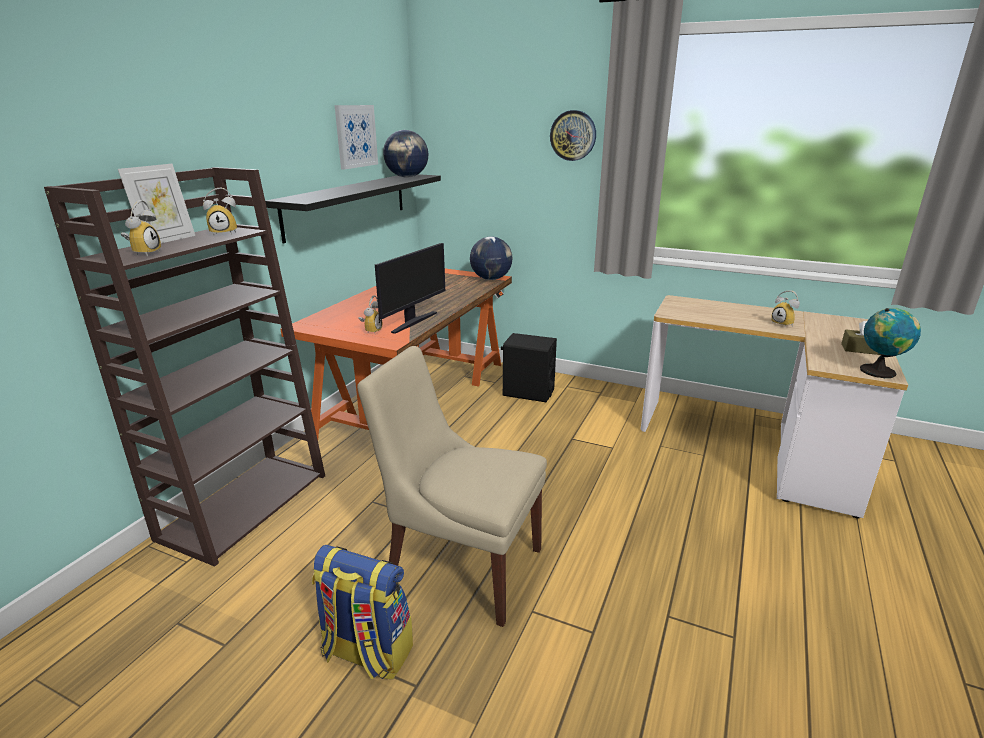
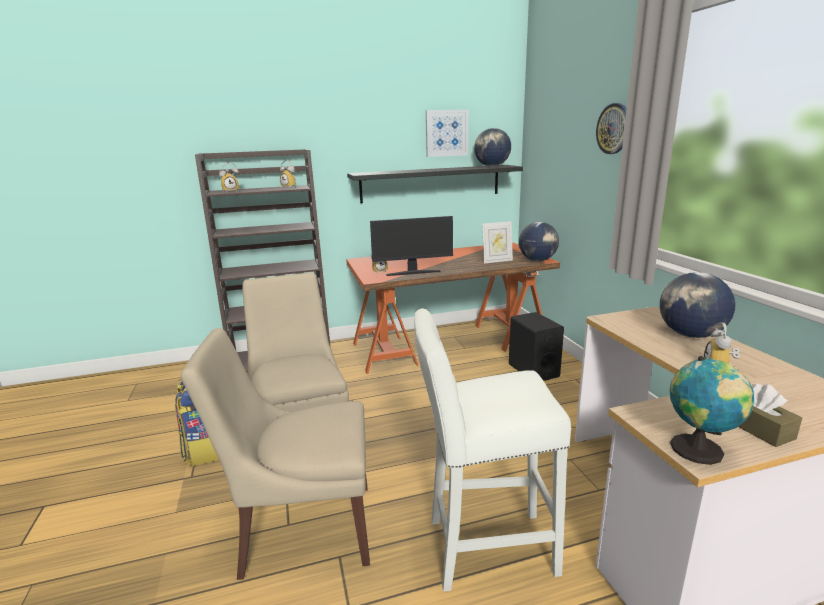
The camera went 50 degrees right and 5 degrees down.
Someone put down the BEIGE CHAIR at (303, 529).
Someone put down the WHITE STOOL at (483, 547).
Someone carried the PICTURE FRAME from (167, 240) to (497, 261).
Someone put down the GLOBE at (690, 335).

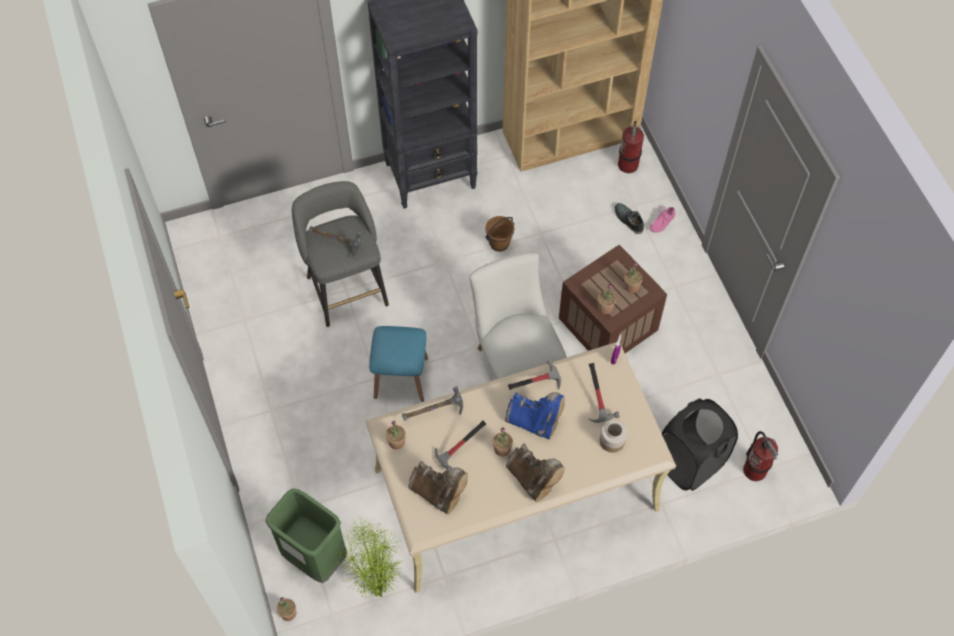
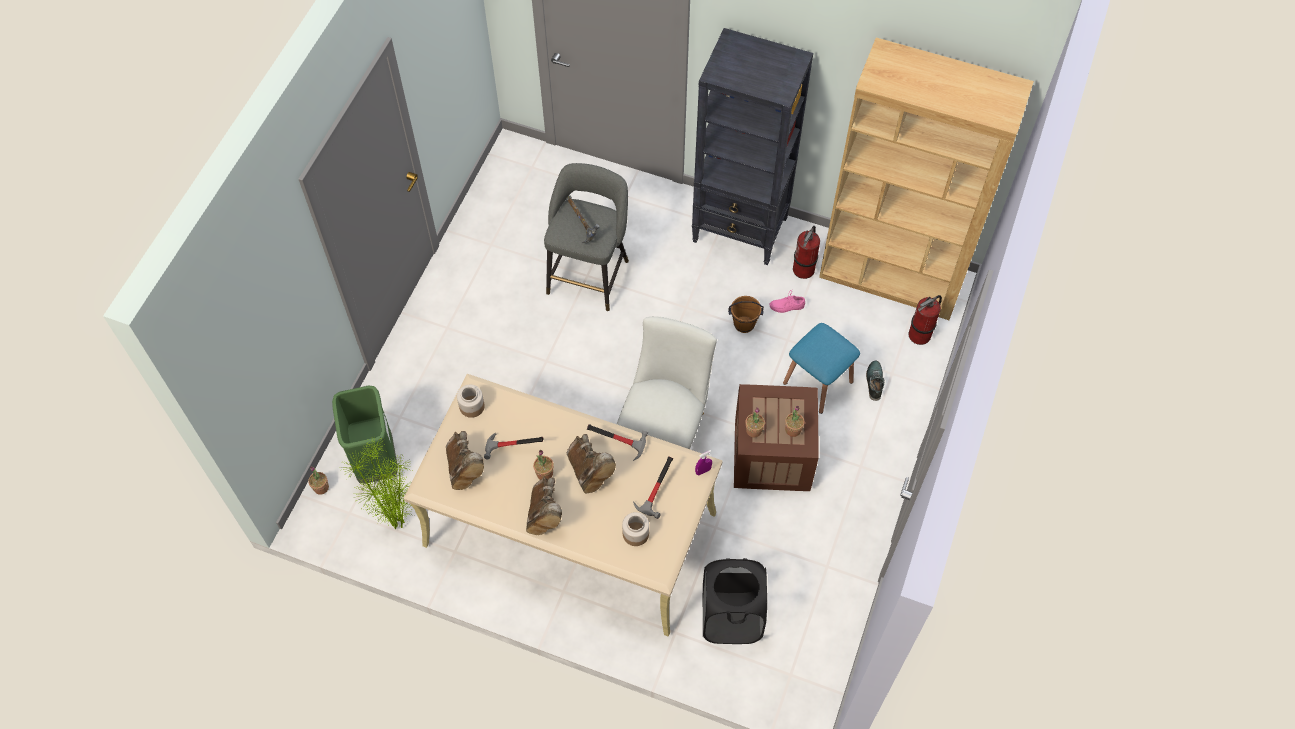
The camera went 40 degrees right and 0 degrees up.
Someone swapped the POTTED PLANT at (396, 442) for the JAR at (472, 407).
Someone repainted the BLUE BOOT at (535, 422), which became the BROWN BOOT at (589, 472).
Someone carried the PINK SHOE from (661, 222) to (786, 305).
Someone carried the BLUE STOOL from (401, 377) to (818, 382).
Someone carried the FIRE EXTINGUISHER from (755, 470) to (804, 269).
Someone took away the HAMMER at (434, 413).

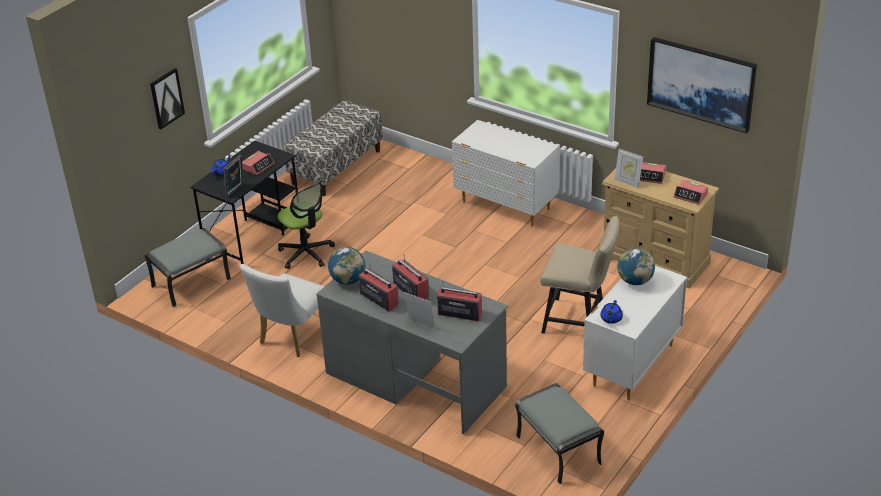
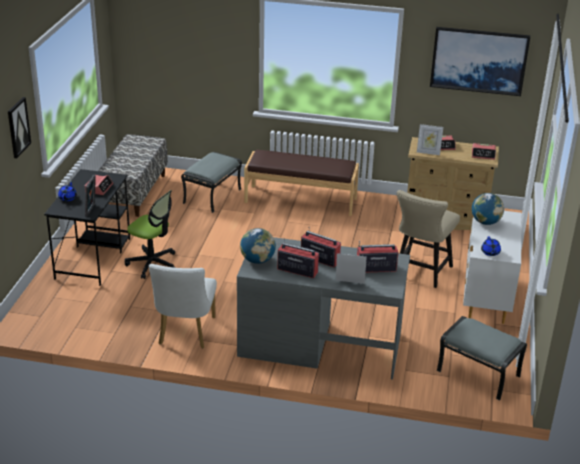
The camera went 25 degrees left and 5 degrees down.
Someone carried the GREY OTTOMAN from (191, 282) to (212, 196).
Someone swapped the WHITE DRESSER at (506, 206) for the BROWN BENCH at (300, 200).
Someone rotated the BEIGE CHAIR at (578, 321) by 120 degrees clockwise.

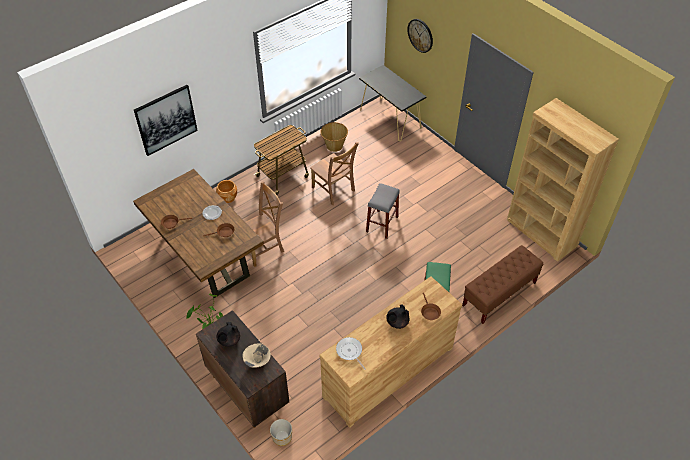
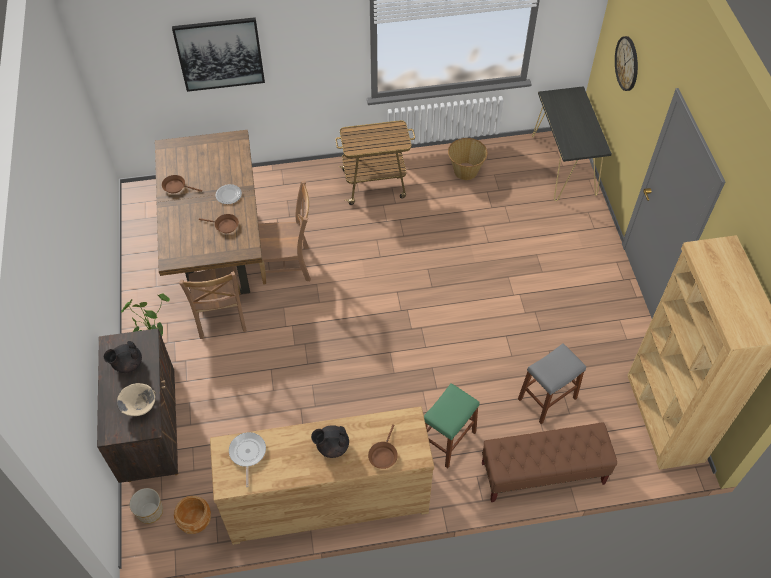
The camera went 30 degrees right and 5 degrees up.
Someone carried the BROWN PLANTER from (228, 198) to (195, 521).
Someone carried the BROWN CHAIR from (334, 190) to (221, 317).
Someone carried the GREY STOOL from (382, 224) to (547, 399).

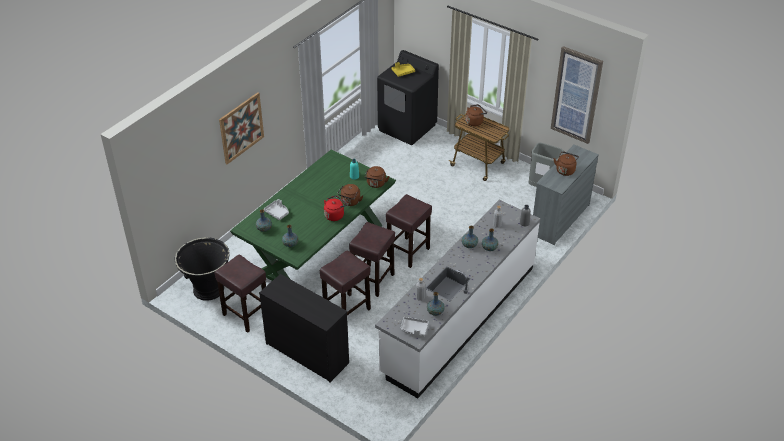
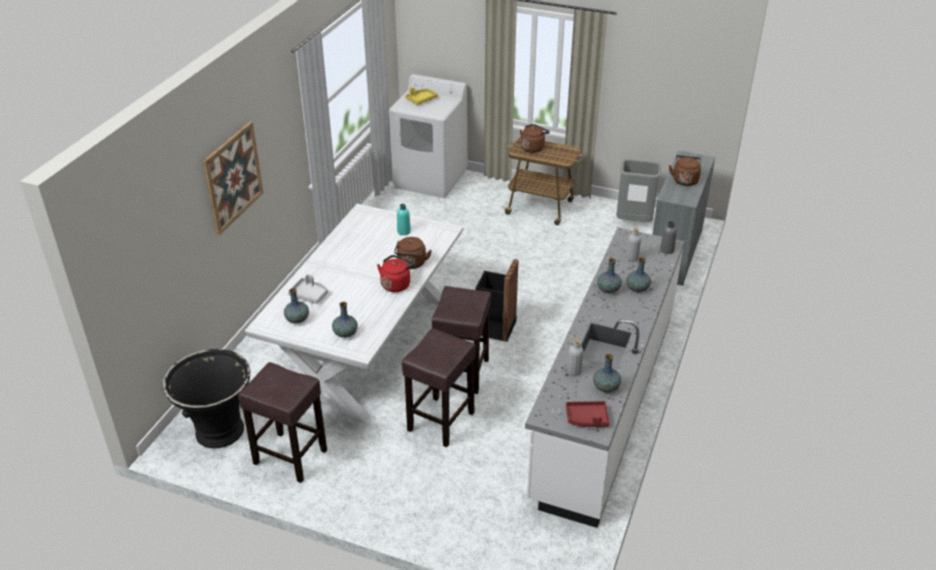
The camera went 15 degrees left and 5 degrees down.
Someone repainted the GREEN DINING TABLE at (318, 249), which became the WHITE DINING TABLE at (367, 345).
Someone repainted the BLACK WASHING MACHINE at (407, 127), which became the WHITE WASHING MACHINE at (430, 179).
Someone swapped the BROWN STOOL at (408, 252) for the BLACK TRASH CAN at (495, 328).
Someone repainted the GREY TRAY at (414, 329), which became the RED TRAY at (587, 419).
Someone took away the BLACK DRESSER at (307, 353).
Someone took away the BROWN KETTLE at (376, 184).
Someone took away the PICTURE at (576, 95).

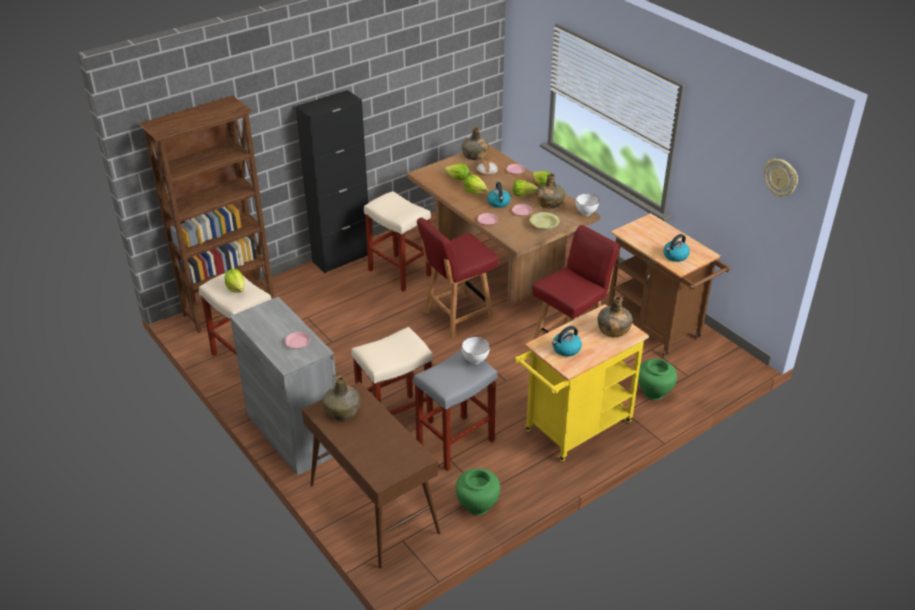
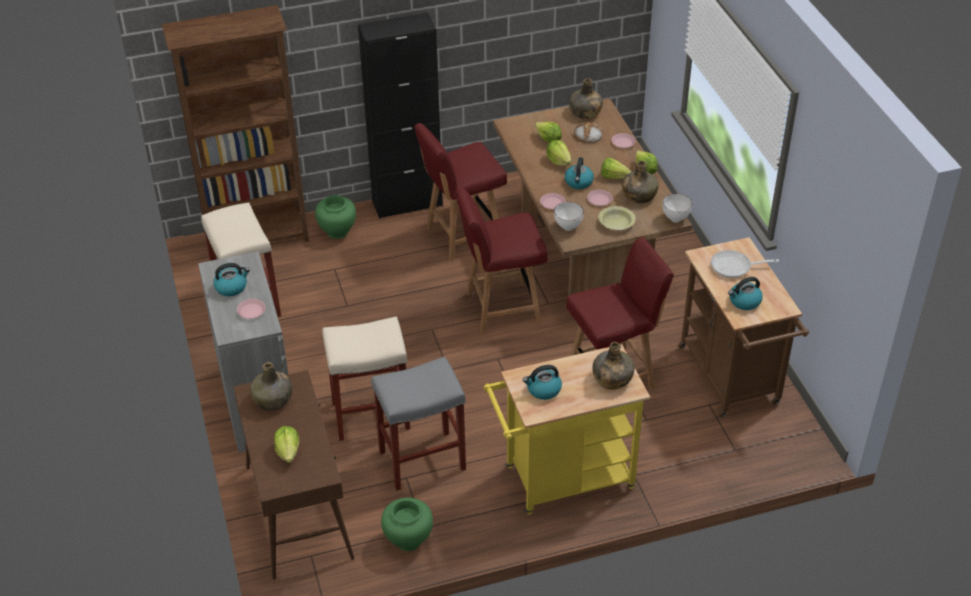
The camera went 20 degrees right and 5 degrees up.
Someone put down the KETTLE at (231, 287).
Someone carried the LETTUCE from (236, 288) to (288, 451).
Someone carried the GREEN VASE from (654, 393) to (337, 232).
Someone swapped the BEIGE STOOL at (398, 272) for the RED CHAIR at (462, 236).
Someone carried the WHITE BOWL from (475, 361) to (568, 228).
Someone put down the FRYING PAN at (734, 267).
Someone took away the WALL CLOCK at (781, 177).

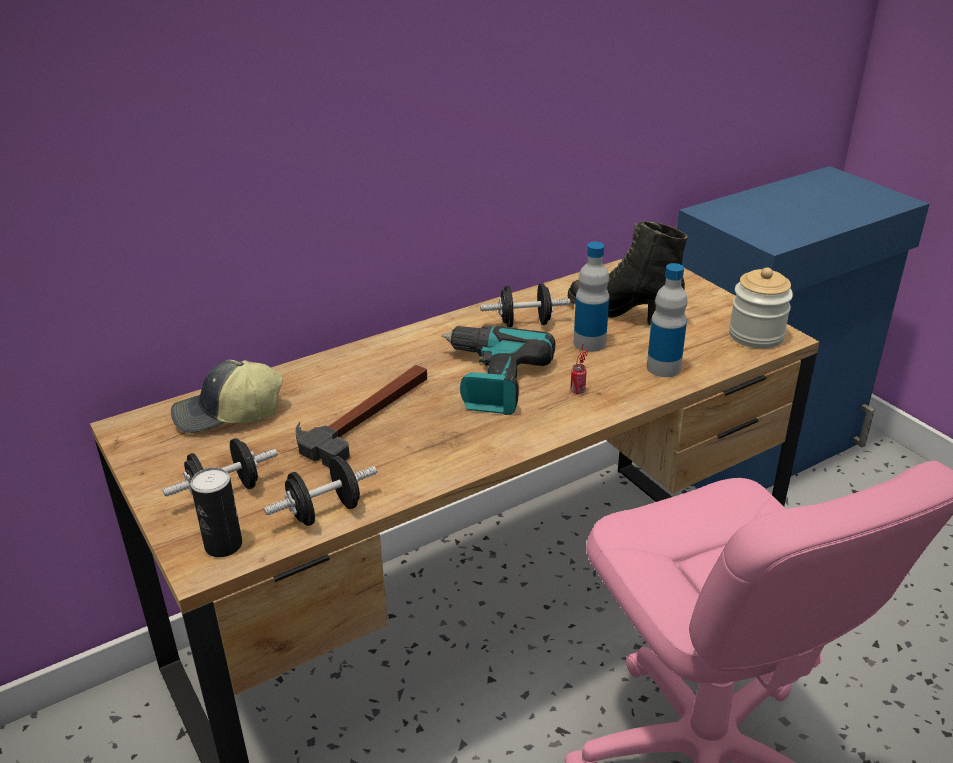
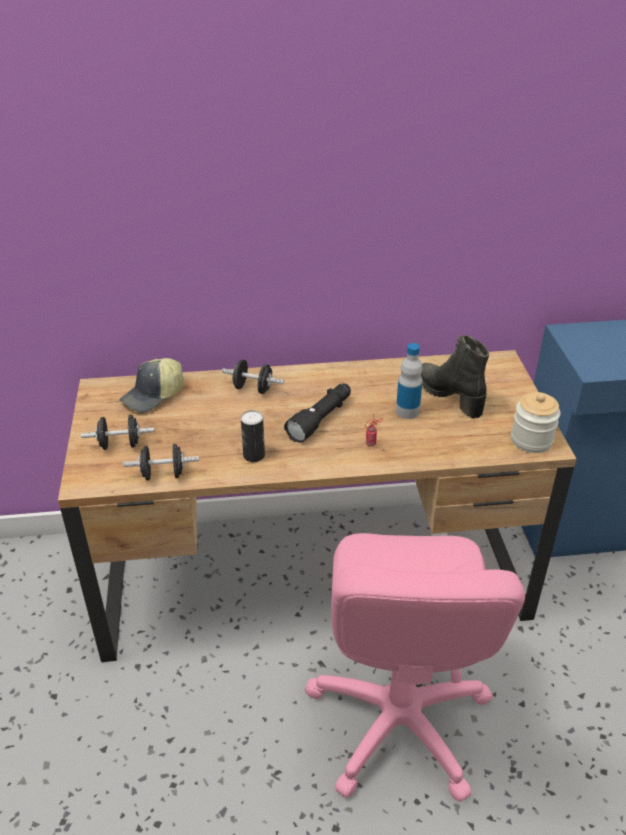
The camera went 25 degrees right and 5 degrees up.
Someone rotated the CAP at (228, 414) by 60 degrees counterclockwise.
Someone carried the BLACK DUMBBELL from (525, 323) to (253, 388).
Someone carried the CAN from (223, 545) to (254, 455).
Someone swapped the POWER DRILL at (490, 380) for the BLACK FLASHLIGHT at (321, 419).
Someone took away the HAMMER at (367, 416).
Someone took away the BOTTLE at (663, 368).

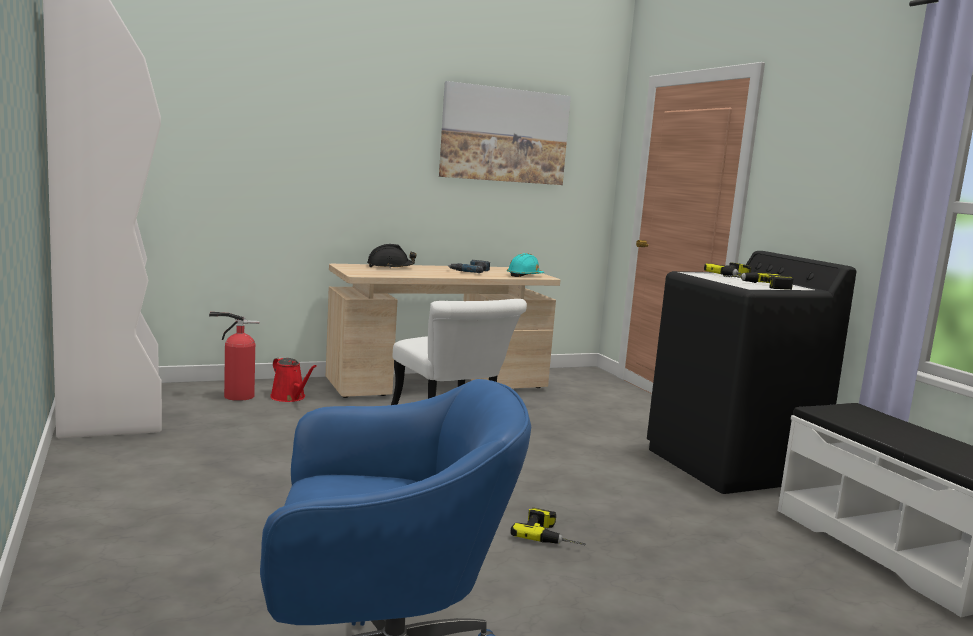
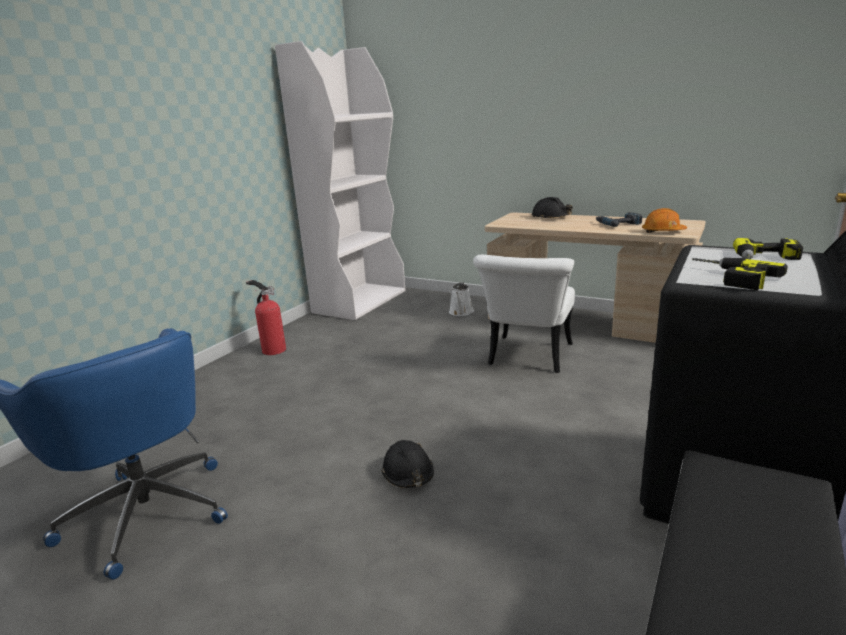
The camera went 55 degrees right and 10 degrees up.
Someone carried the FIRE EXTINGUISHER from (235, 396) to (272, 349).
Someone swapped the POWER DRILL at (551, 535) for the BLACK HARD HAT at (408, 473).
Someone repainted the RED WATERING CAN at (290, 397), which became the WHITE WATERING CAN at (461, 312).
Someone repainted the TURQUOISE HARD HAT at (524, 276), which became the ORANGE HARD HAT at (663, 231).
Someone took away the PICTURE at (504, 135).

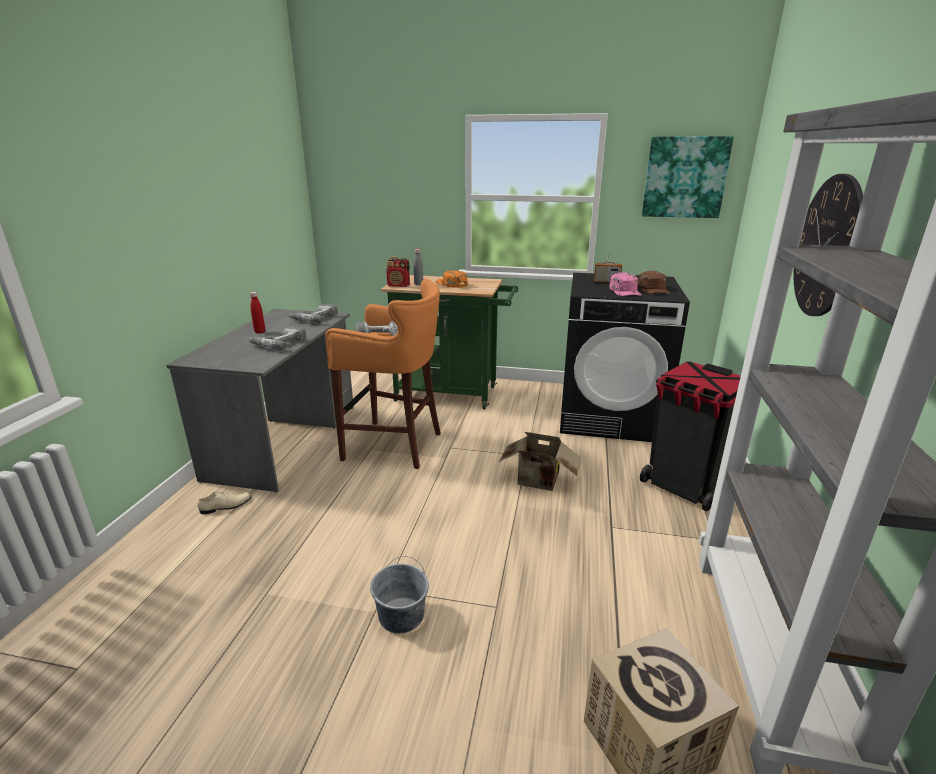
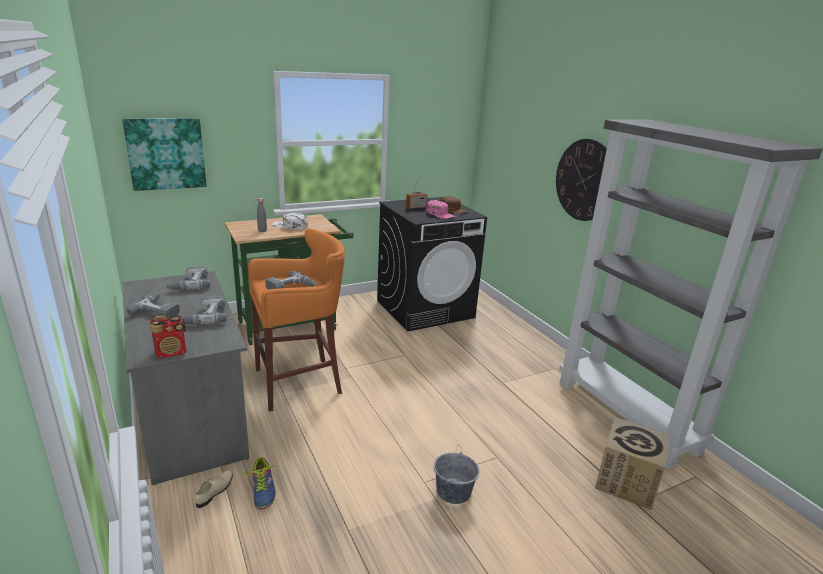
The camera went 40 degrees left and 0 degrees up.
Someone carried the PICTURE from (685, 177) to (166, 153).
Someone swapped the RED BOTTLE at (260, 332) for the POWER DRILL at (160, 310).
Someone carried the RADIO from (398, 286) to (171, 352).
Someone put down the SHOE at (263, 489).
Someone repainted the ORANGE CAP at (451, 284), which became the WHITE CAP at (290, 226).
Someone took away the CARDBOARD BOX at (539, 482).
Someone took away the BLACK TRASH CAN at (683, 488).

